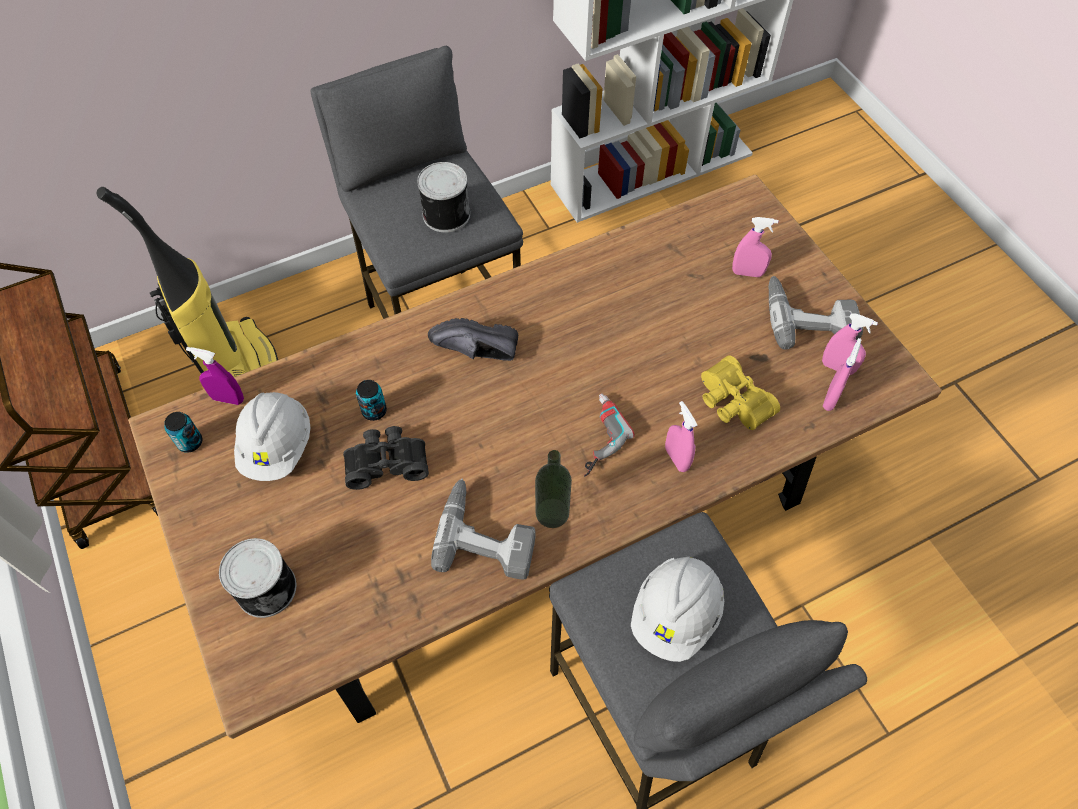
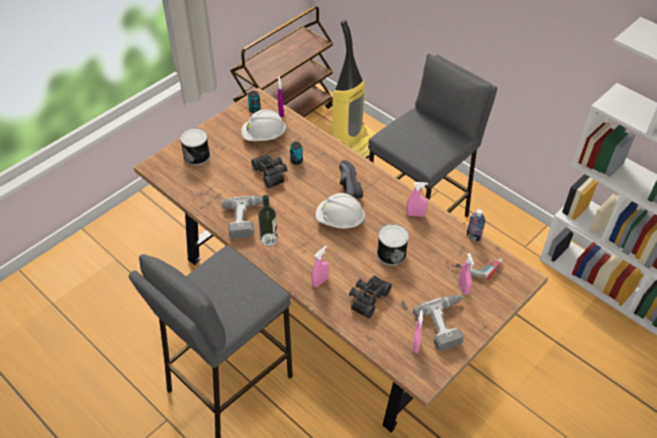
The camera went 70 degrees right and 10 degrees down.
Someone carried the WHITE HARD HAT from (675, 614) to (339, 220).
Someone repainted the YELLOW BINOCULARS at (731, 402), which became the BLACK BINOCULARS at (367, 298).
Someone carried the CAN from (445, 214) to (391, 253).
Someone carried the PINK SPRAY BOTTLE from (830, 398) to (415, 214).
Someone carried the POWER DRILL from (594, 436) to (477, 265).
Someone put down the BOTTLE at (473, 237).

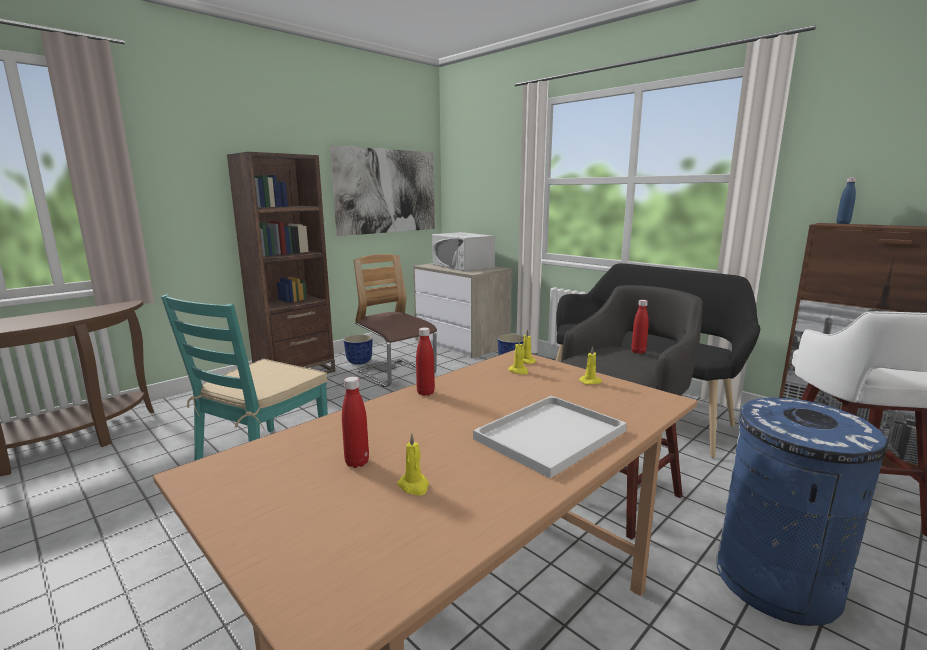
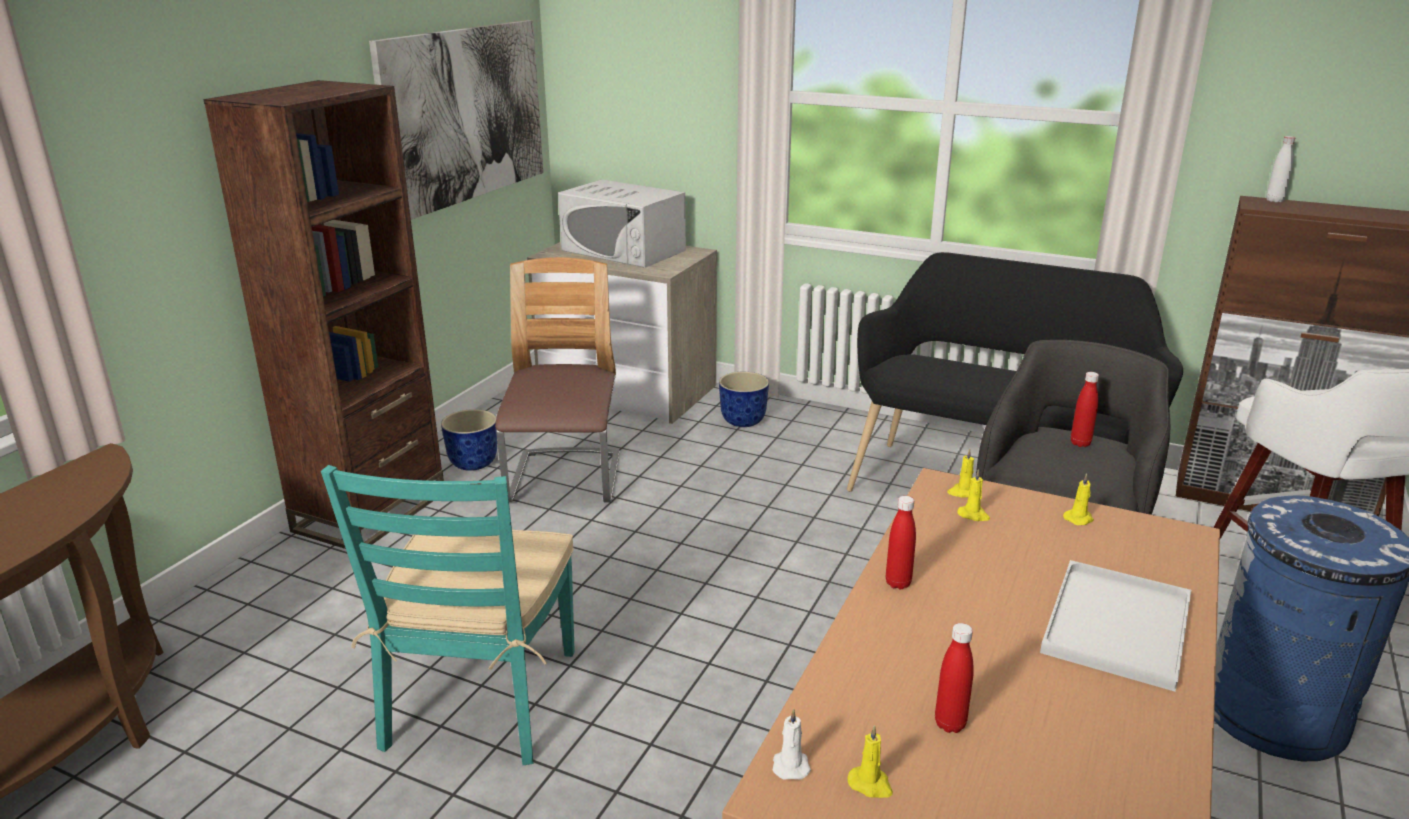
The camera went 20 degrees left and 10 degrees up.
Someone rotated the CHAIR at (396, 374) by 60 degrees clockwise.
Someone put down the WHITE CANDLE at (790, 765).
Someone carried the YELLOW CANDLE from (414, 486) to (871, 784).
Someone repainted the BLUE BOTTLE at (843, 223), which became the WHITE BOTTLE at (1274, 200).

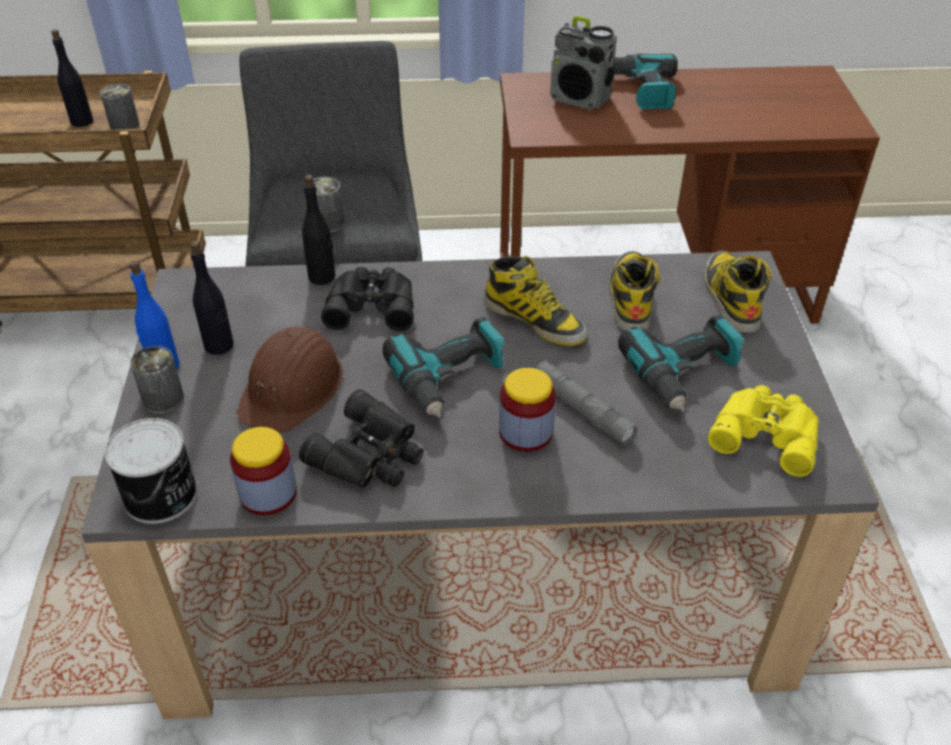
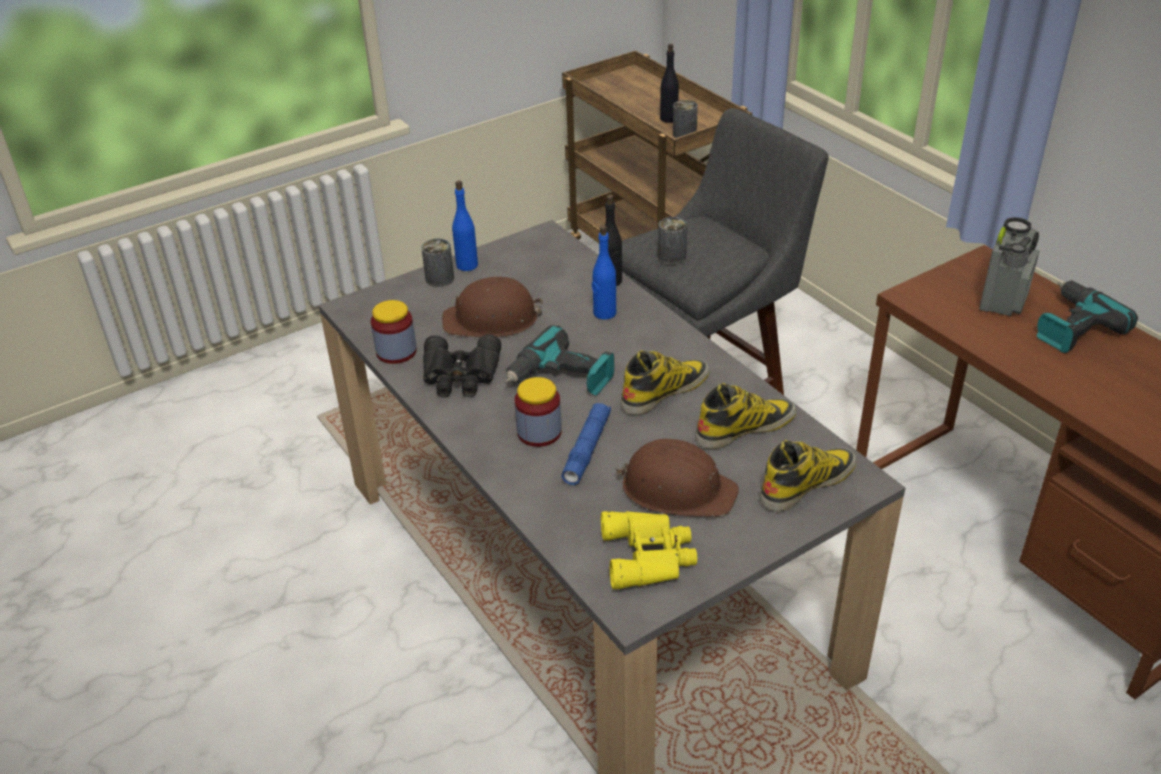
The camera went 60 degrees right and 5 degrees down.
Someone repainted the GREY FLASHLIGHT at (581, 409), which became the BLUE FLASHLIGHT at (587, 449).
Someone swapped the BLACK BINOCULARS at (371, 304) for the BLUE BOTTLE at (604, 313).
Someone swapped the POWER DRILL at (685, 374) for the BROWN HARD HAT at (677, 489).
Someone rotated the BOOT at (535, 320) by 135 degrees counterclockwise.
Someone rotated the RADIO at (580, 99) by 150 degrees counterclockwise.
Someone took away the CAN at (162, 495).
Someone took away the BLACK BOTTLE at (219, 345).

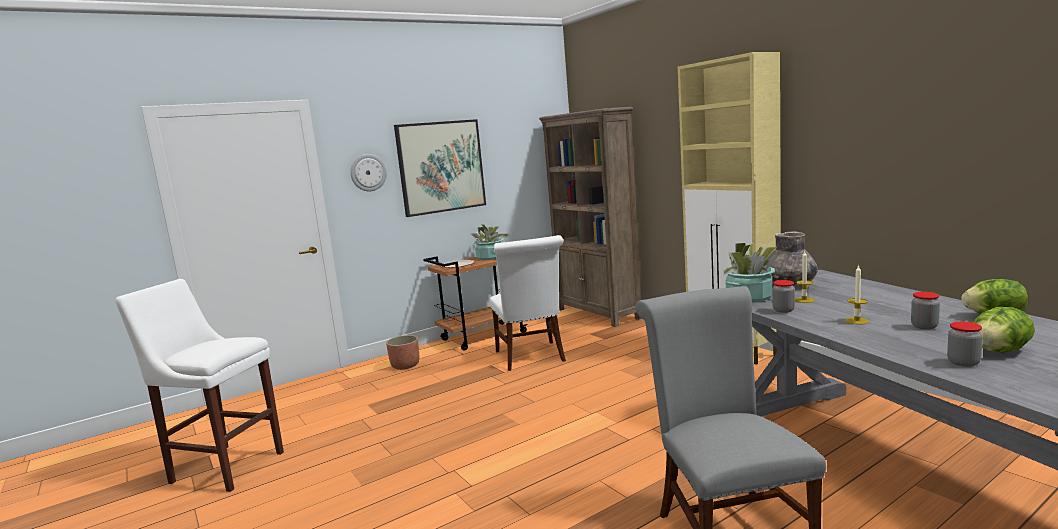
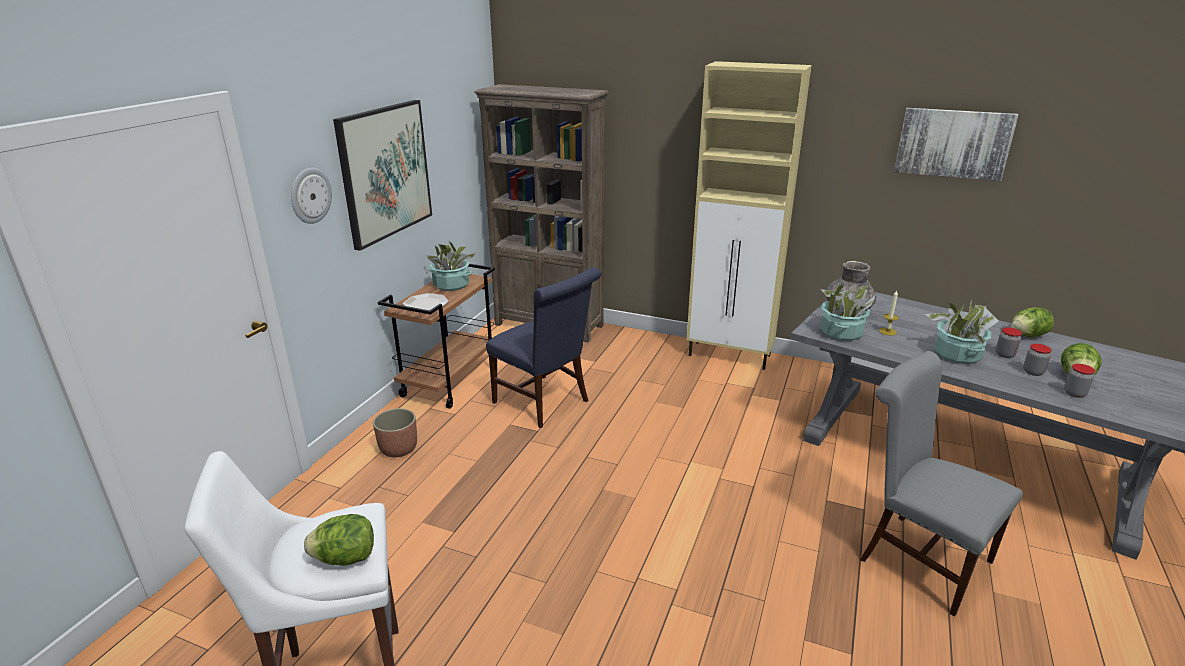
The camera went 35 degrees left and 15 degrees up.
Someone put down the LETTUCE at (345, 558).
Someone repainted the WHITE CHAIR at (531, 357), which became the BLUE CHAIR at (545, 403).
Someone put up the PICTURE at (953, 143).
Someone swapped the CANDLE at (857, 321) for the POTTED PLANT at (957, 354).
Someone carried the JAR from (783, 310) to (1033, 372).

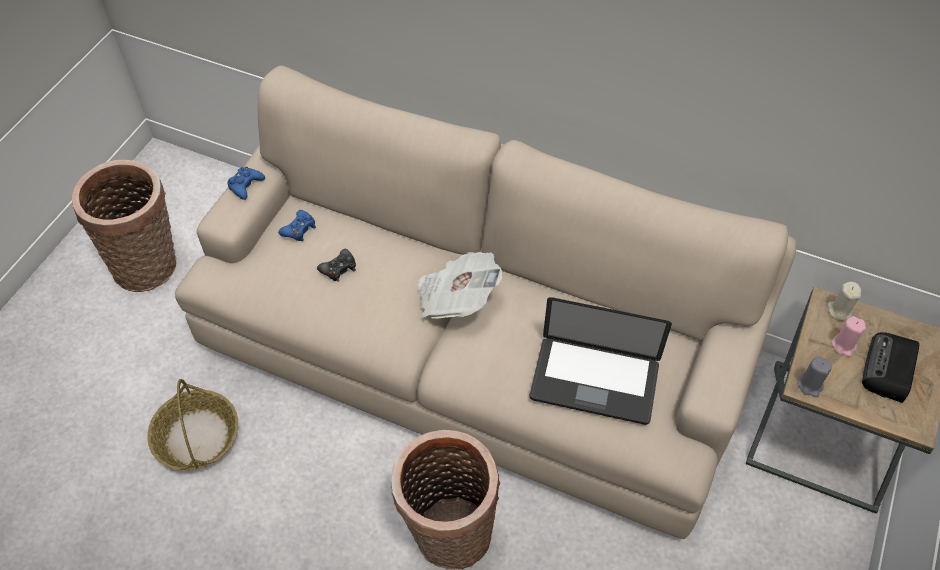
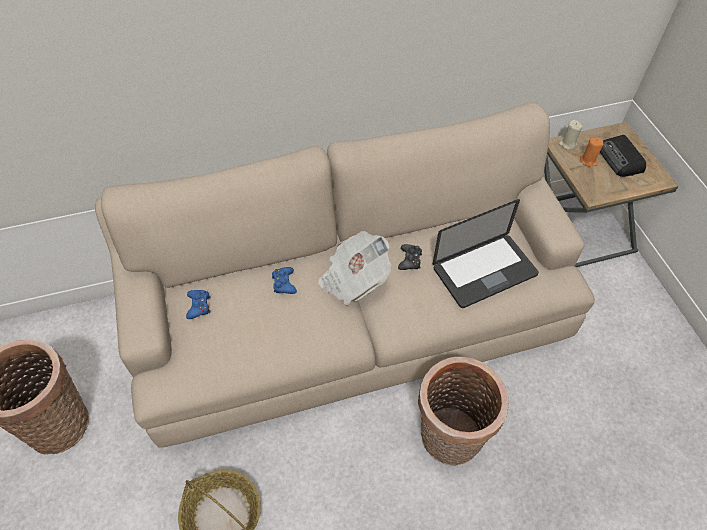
The camera went 40 degrees left and 0 degrees up.
Someone carried the BLUE GAME CONTROLLER from (245, 185) to (284, 283).
Someone carried the BLACK GAME CONTROLLER from (339, 268) to (410, 260).
Someone repainted the PINK CANDLE at (844, 345), which became the ORANGE CANDLE at (588, 161).
Someone took away the GREY CANDLE at (810, 385).

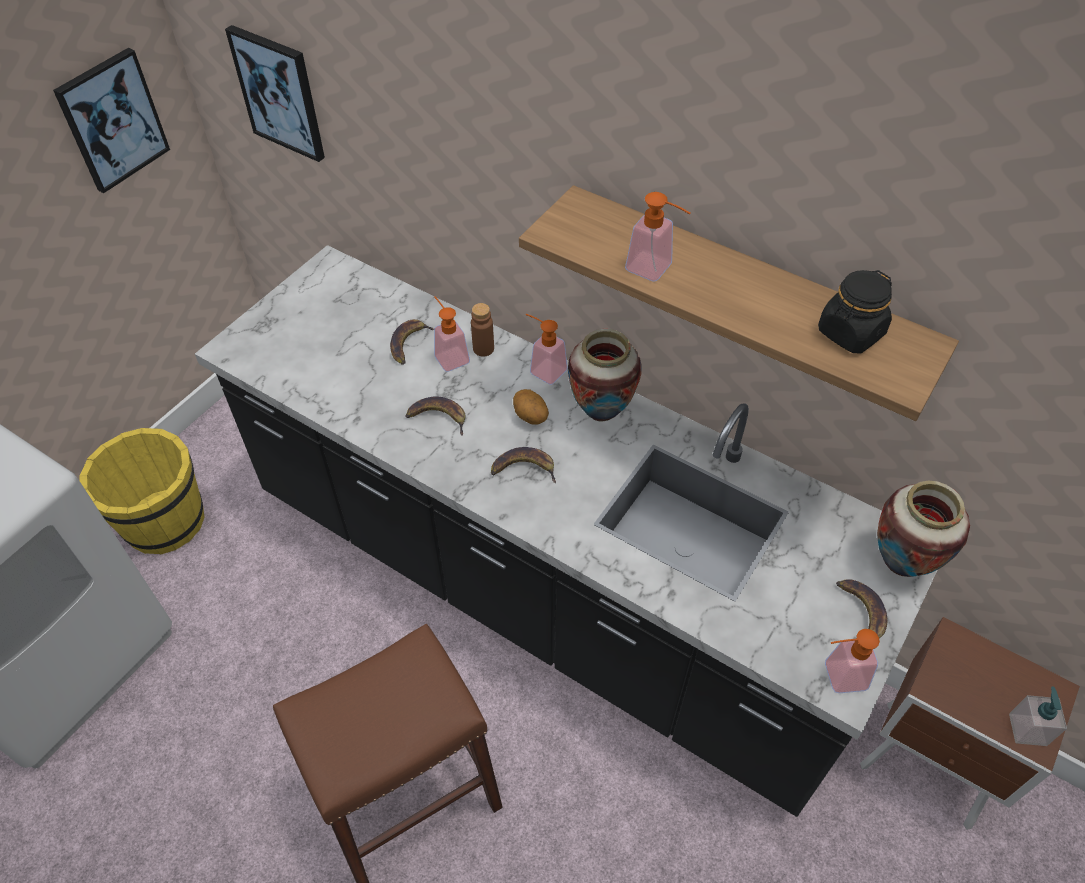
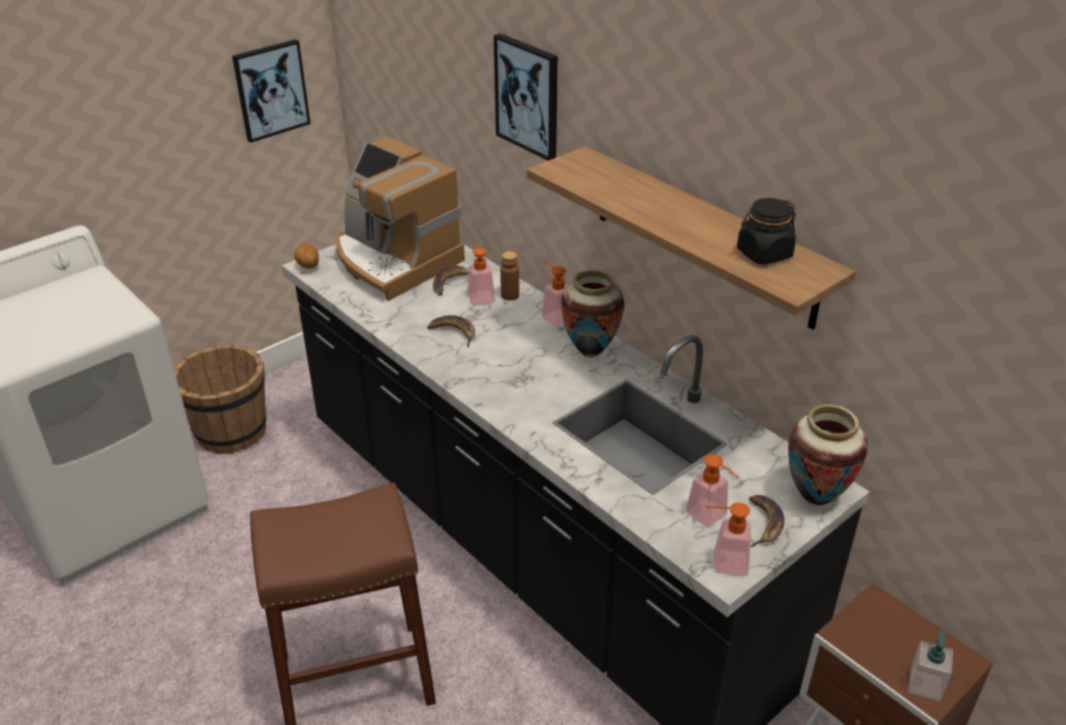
The camera went 15 degrees right and 15 degrees down.
Someone repainted the YELLOW BUCKET at (164, 521), which became the BROWN BUCKET at (231, 431).
Someone carried the POTATO from (530, 417) to (308, 266).
Someone put down the COFFEE MACHINE at (394, 260).
Someone carried the PICTURE from (279, 93) to (528, 96).
Someone carried the SOAP DISPENSER from (655, 270) to (711, 517).
Someone took away the BANANA at (524, 468).

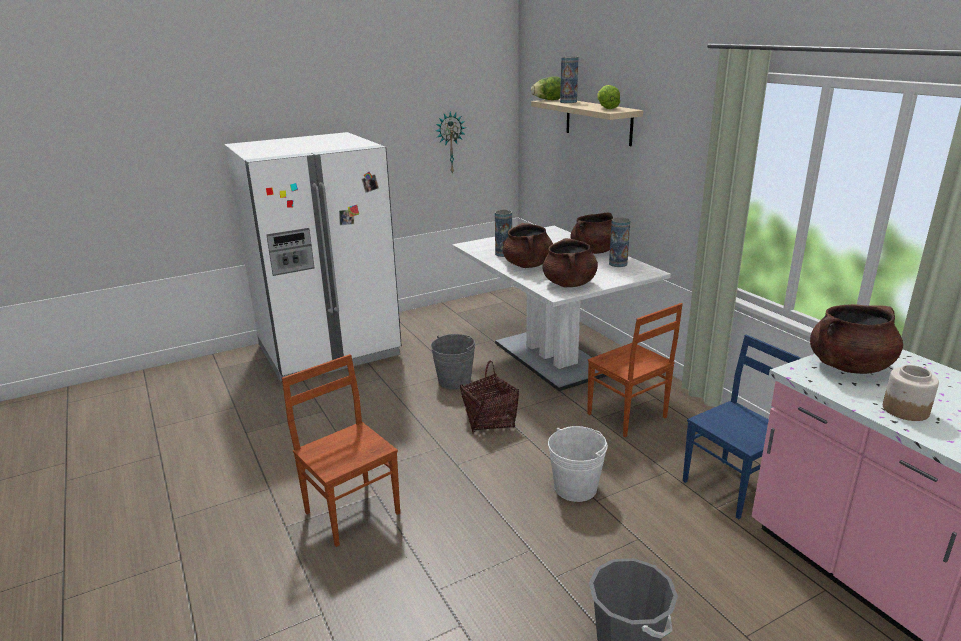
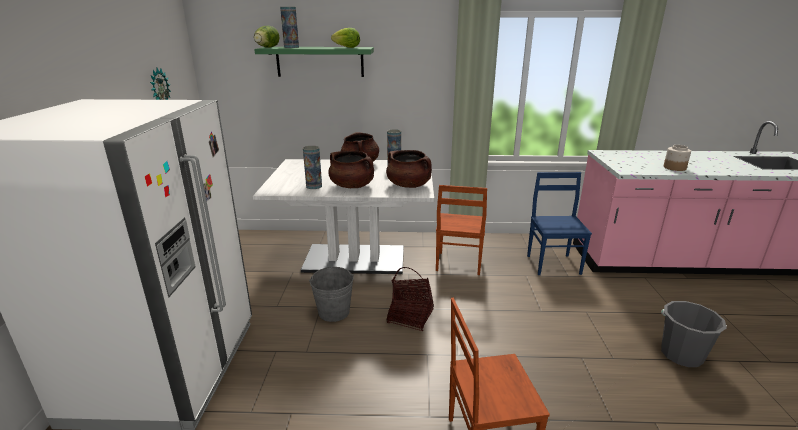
The camera went 60 degrees left and 0 degrees up.
Someone repainted the BEIGE SHELF at (598, 121), which became the GREEN SHELF at (320, 61).
Someone rotated the BROWN CHAIR at (627, 416) by 105 degrees clockwise.
Someone took away the WHITE BUCKET at (575, 488).
Someone took away the BROWN COOKING POT at (849, 366).

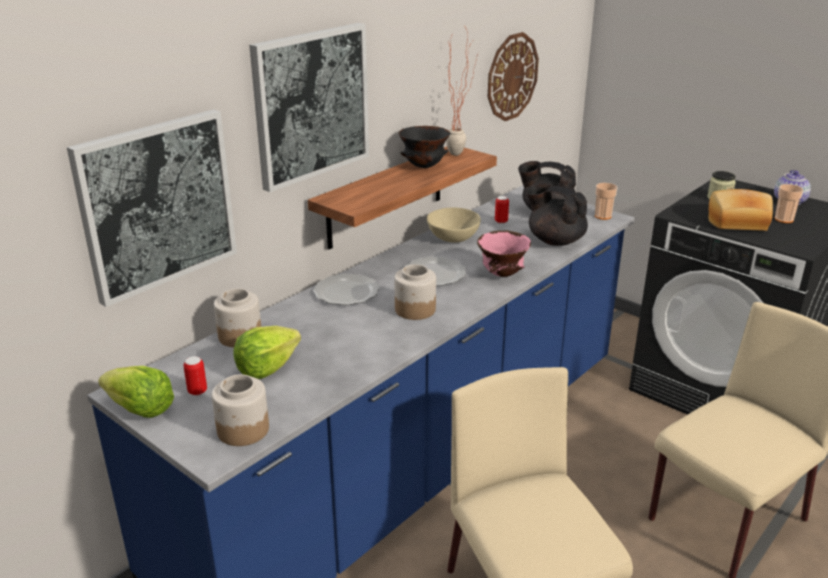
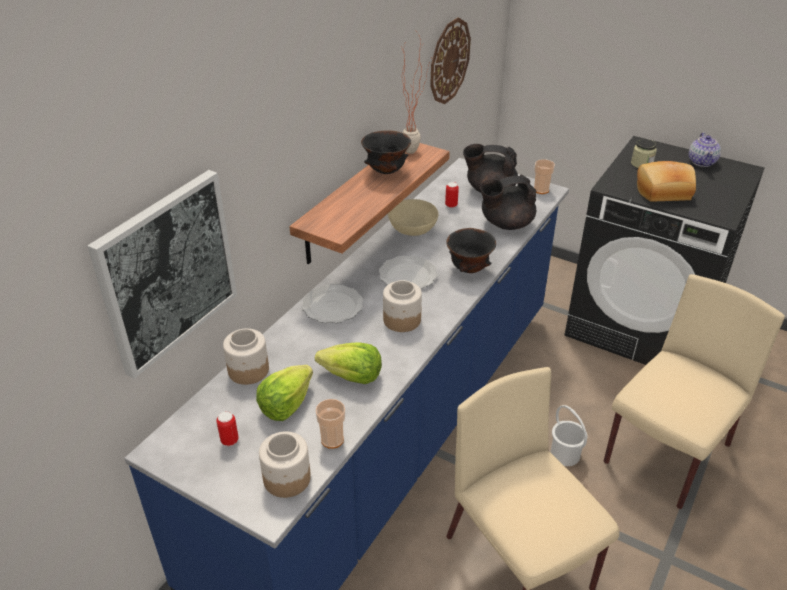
The camera went 10 degrees left and 10 degrees up.
Someone carried the LETTUCE from (140, 410) to (352, 377).
Someone carried the CUP from (783, 219) to (332, 439).
Someone repainted the PINK BOWL at (502, 275), which became the BLACK BOWL at (469, 270).
Someone rotated the BLACK TEAPOT at (555, 241) by 45 degrees counterclockwise.
Someone put down the WHITE BUCKET at (564, 455).
Someone took away the PICTURE at (311, 104).

